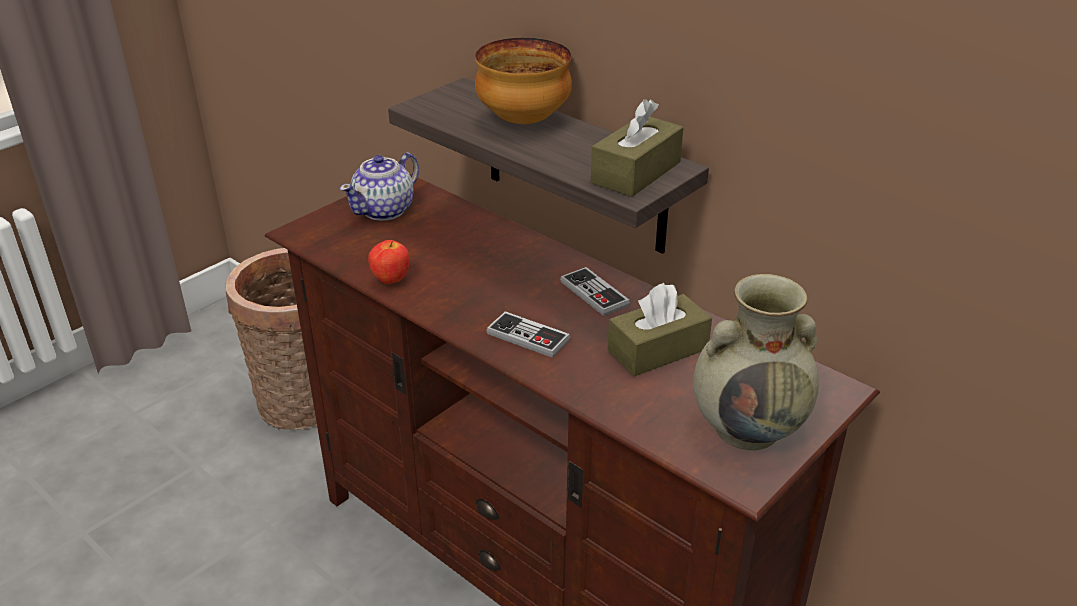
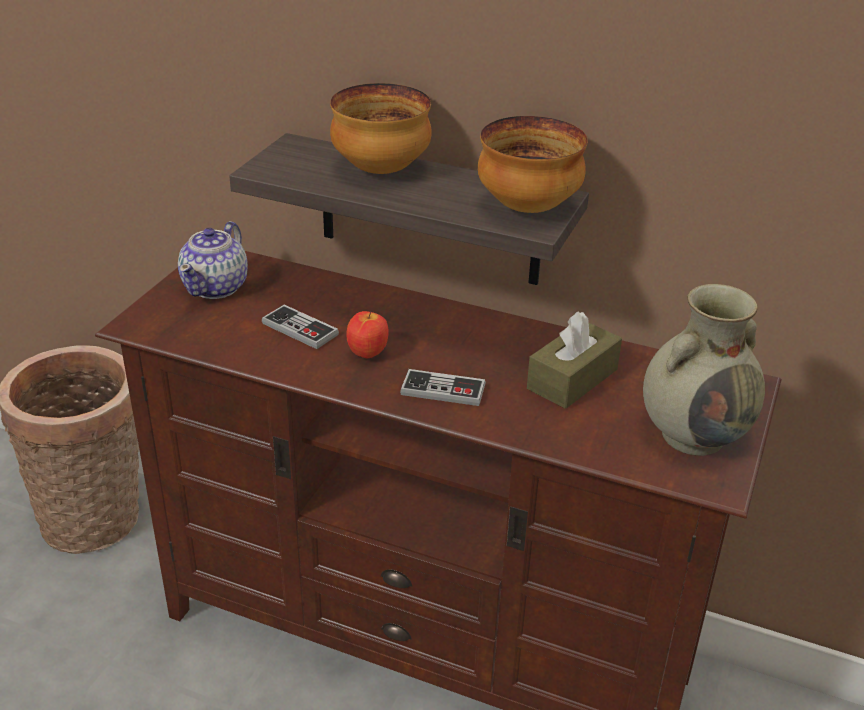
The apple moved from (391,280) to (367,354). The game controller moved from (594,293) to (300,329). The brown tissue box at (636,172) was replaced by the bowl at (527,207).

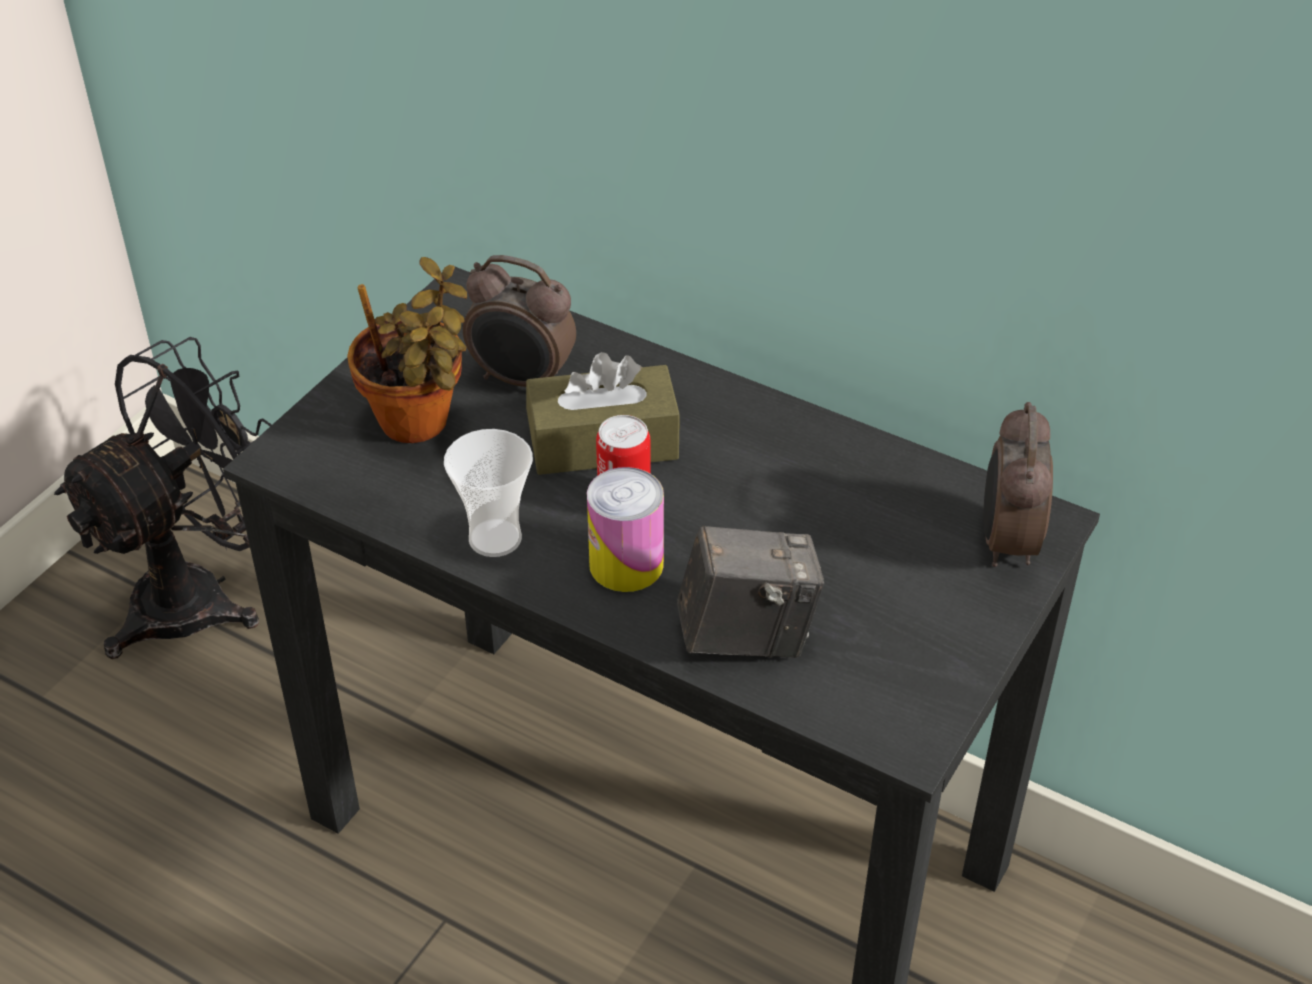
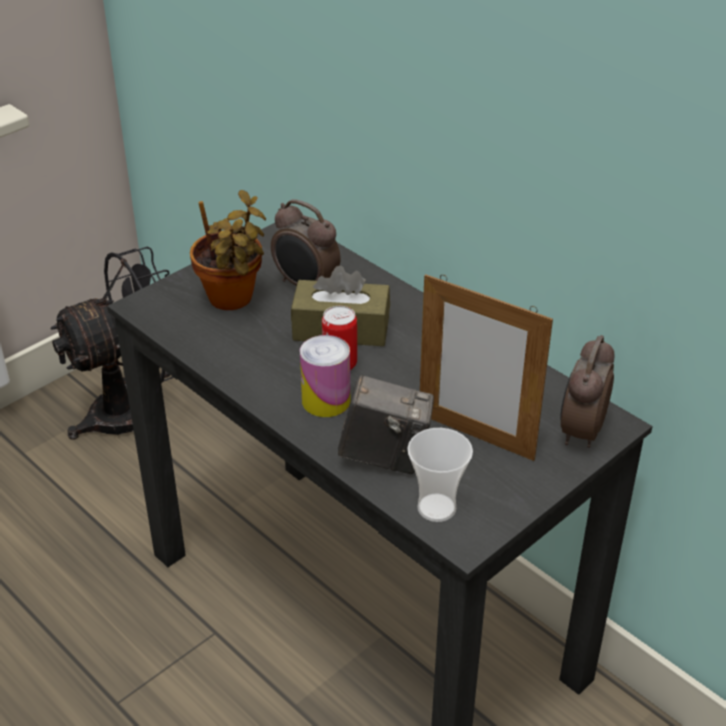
The cup moved from (495,538) to (436,508). The picture frame at (475,436) appeared.

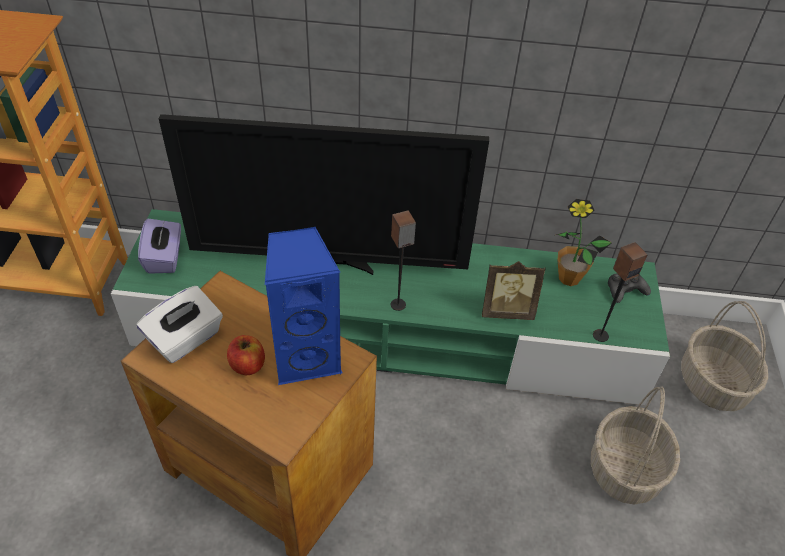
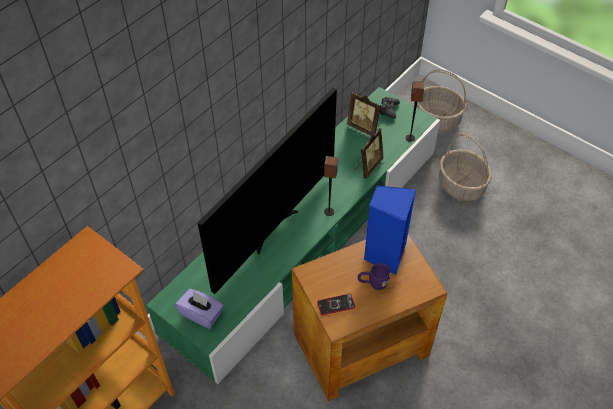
The white tissue box at (186,339) was replaced by the phone at (336,304). The apple at (247,365) was replaced by the purple mug at (373,283). The potted plant at (569,278) was replaced by the picture frame at (364,127).

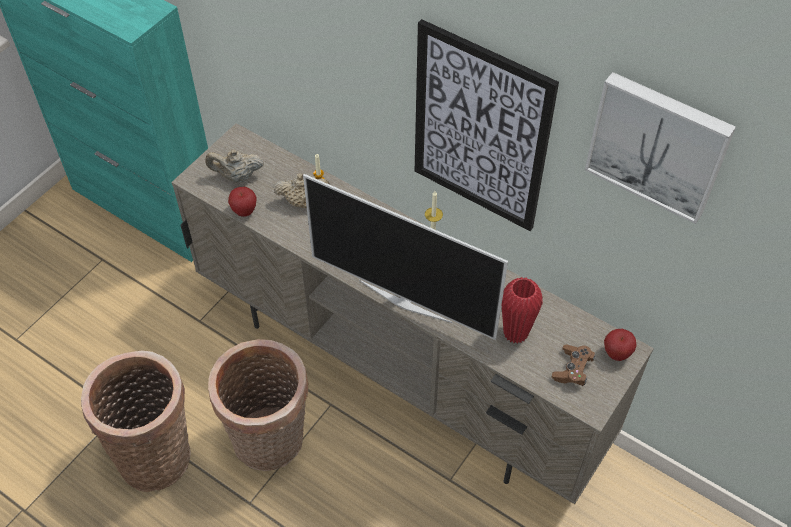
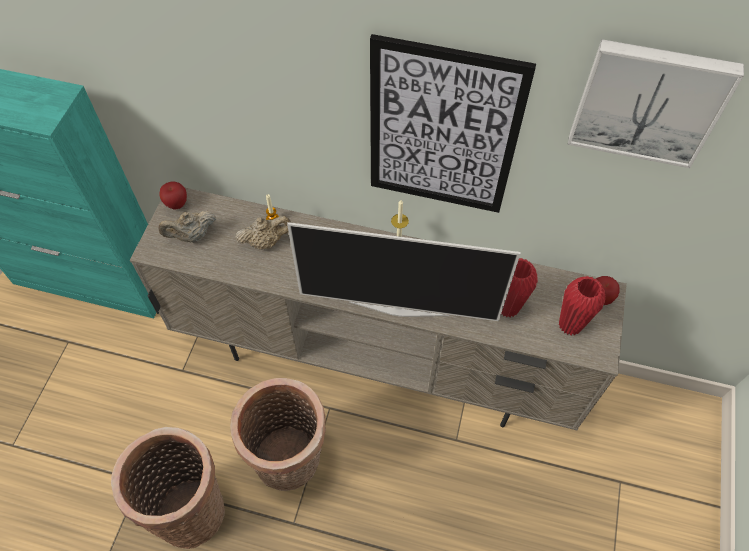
The apple moved from (244,211) to (177,204). The brown game controller at (572,369) was replaced by the red vase at (570,325).

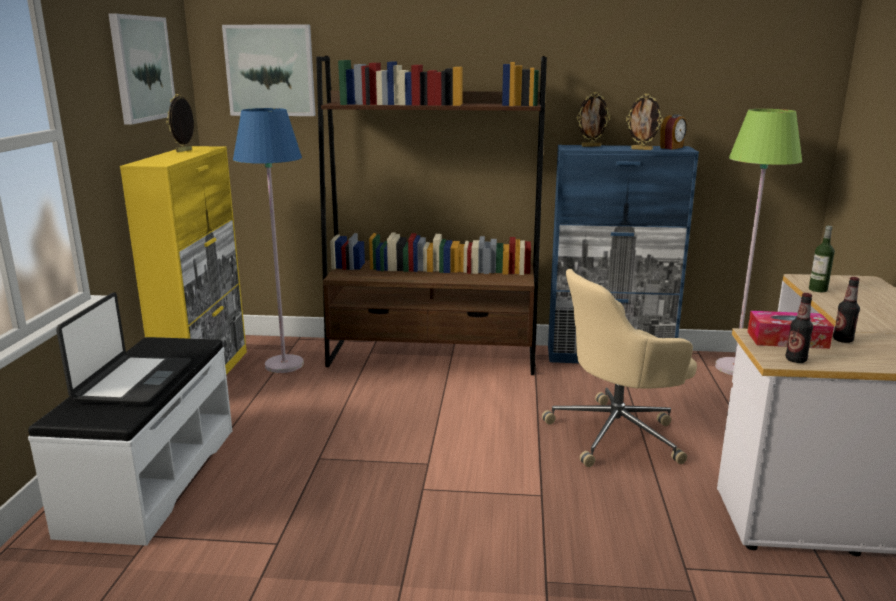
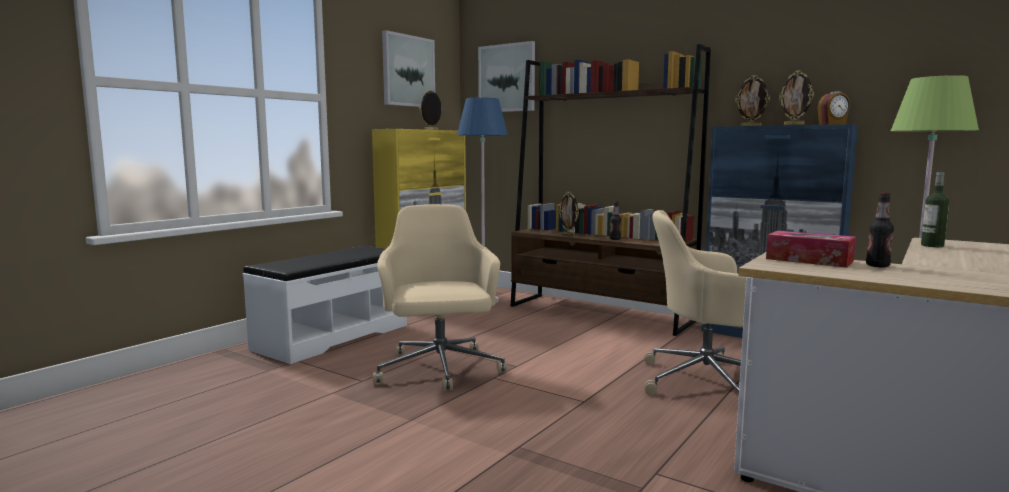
The laptop at (132,381) disappeared. The bottle moved from (795,360) to (615,239). The beige office chair at (439,370) appeared. The picture frame at (569,235) appeared.

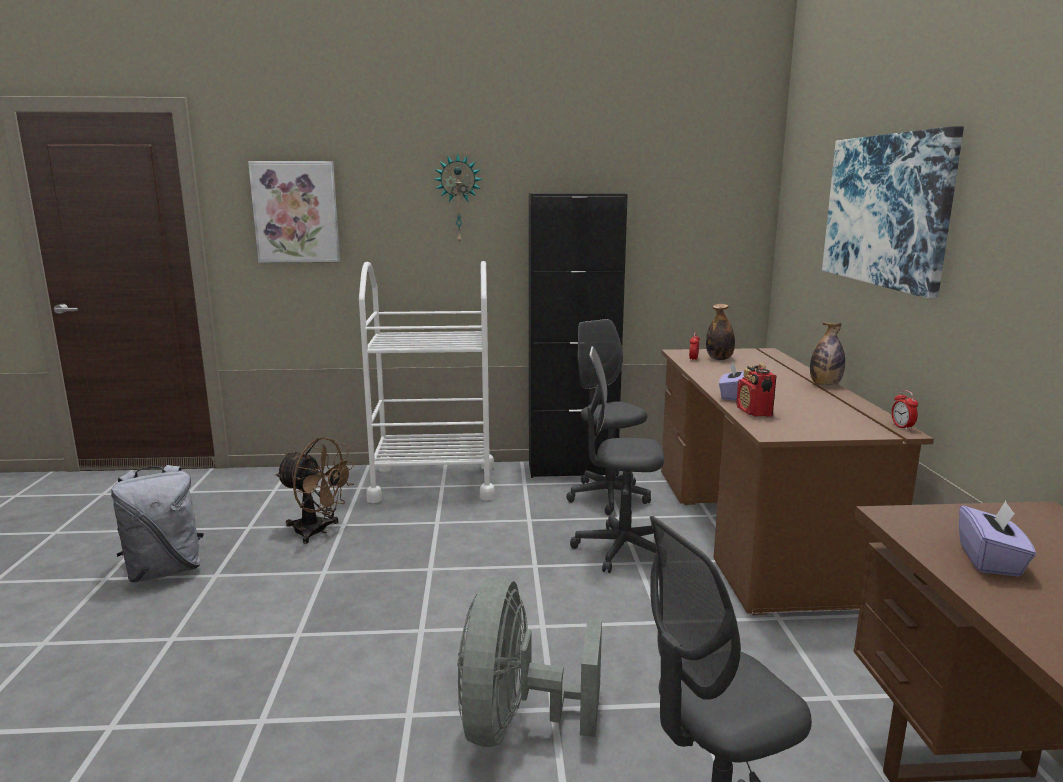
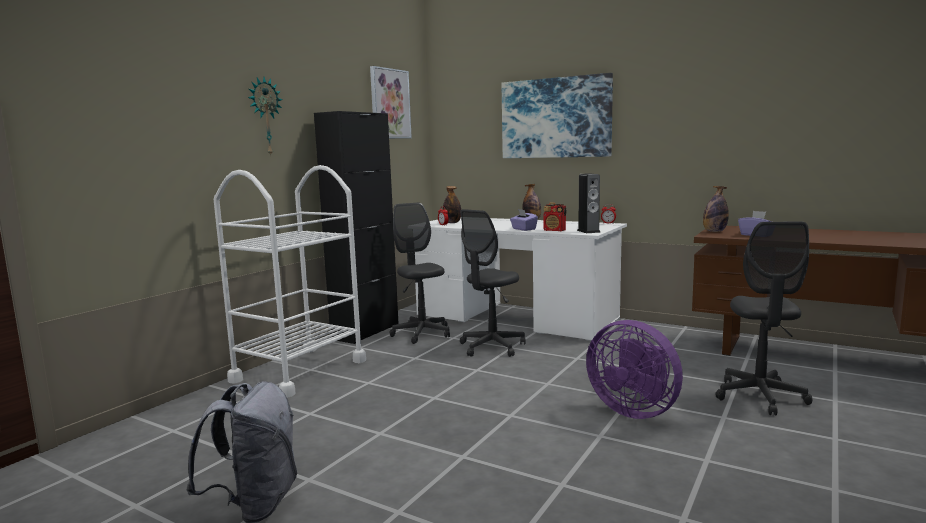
The picture moved from (296,212) to (389,104). The brown fan at (318,531) disappeared. The grey fan at (516,723) became the purple fan at (634,410). The grey office chair at (608,497) turned 60 degrees clockwise. The brown desk at (756,529) became the white desk at (515,318). The speaker at (588,231) appeared. The bottle at (714,231) appeared.

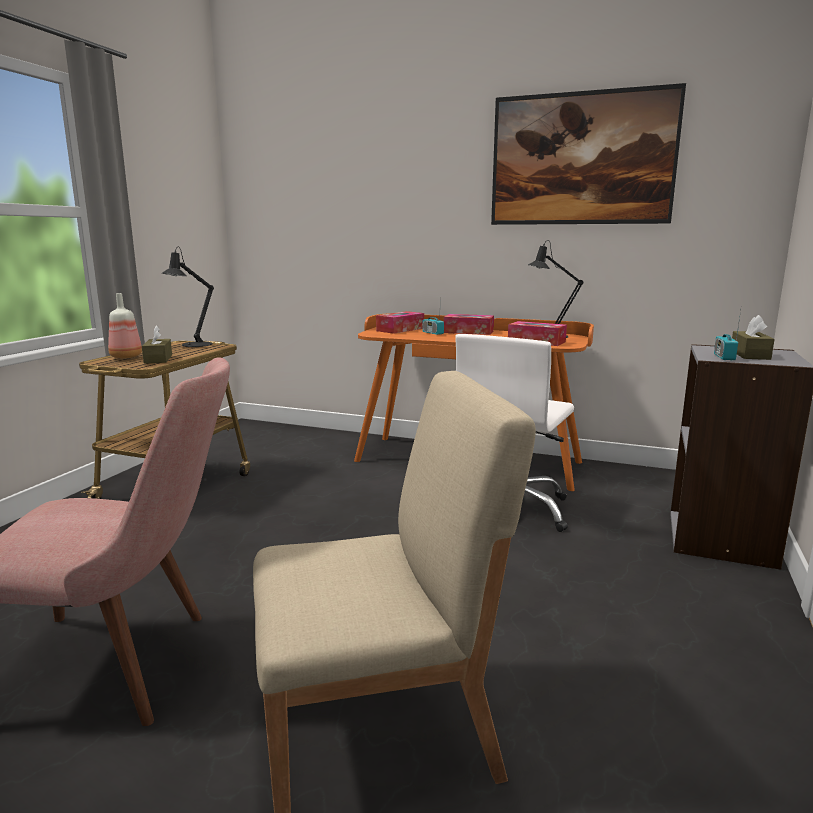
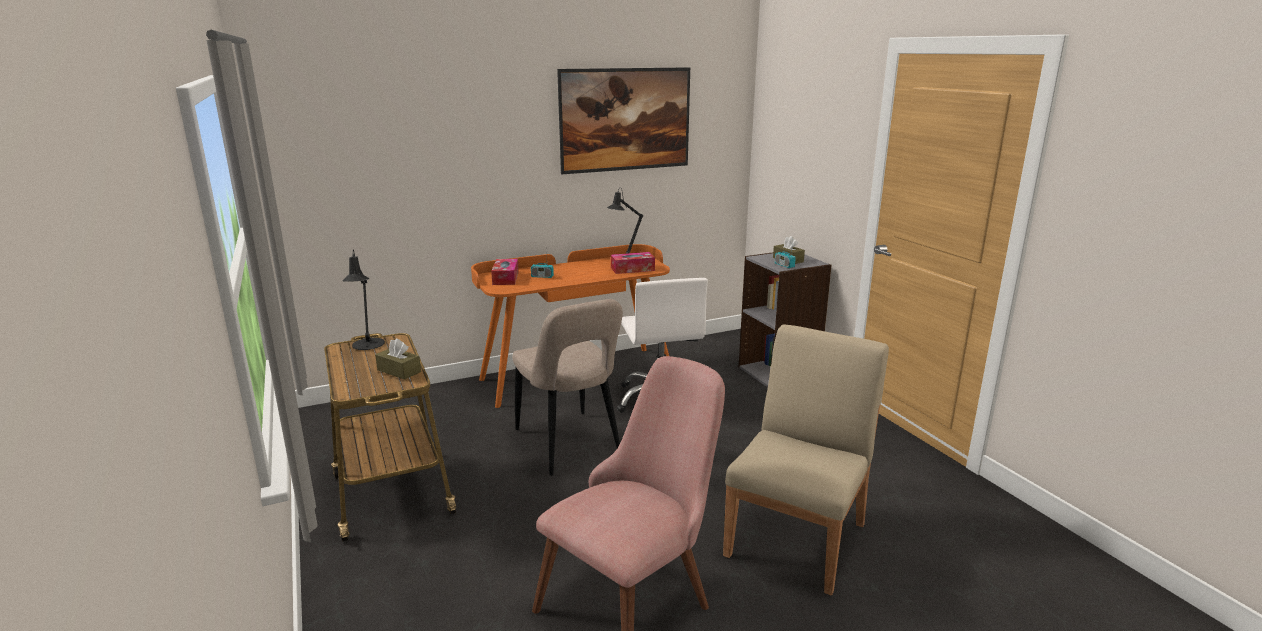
The bottle at (125,357) disappeared. The tissue box at (468,332) disappeared. The beige chair at (570,445) appeared.

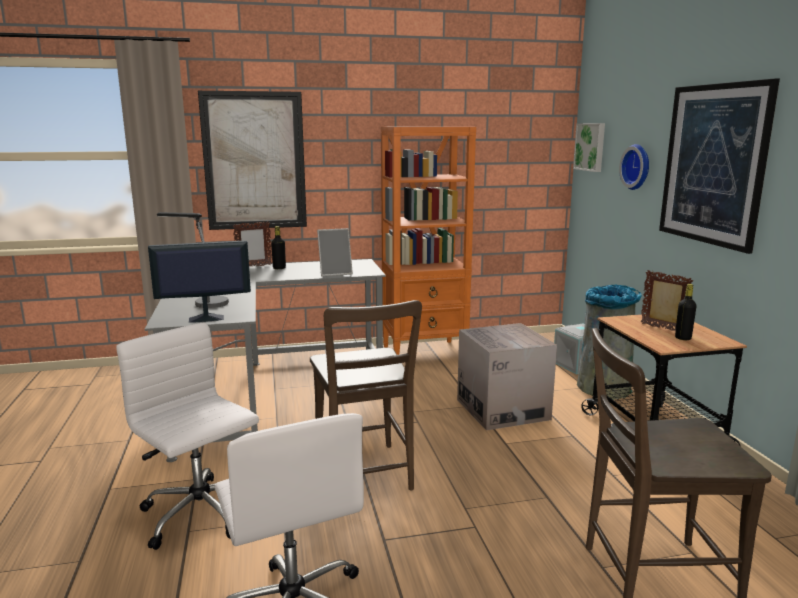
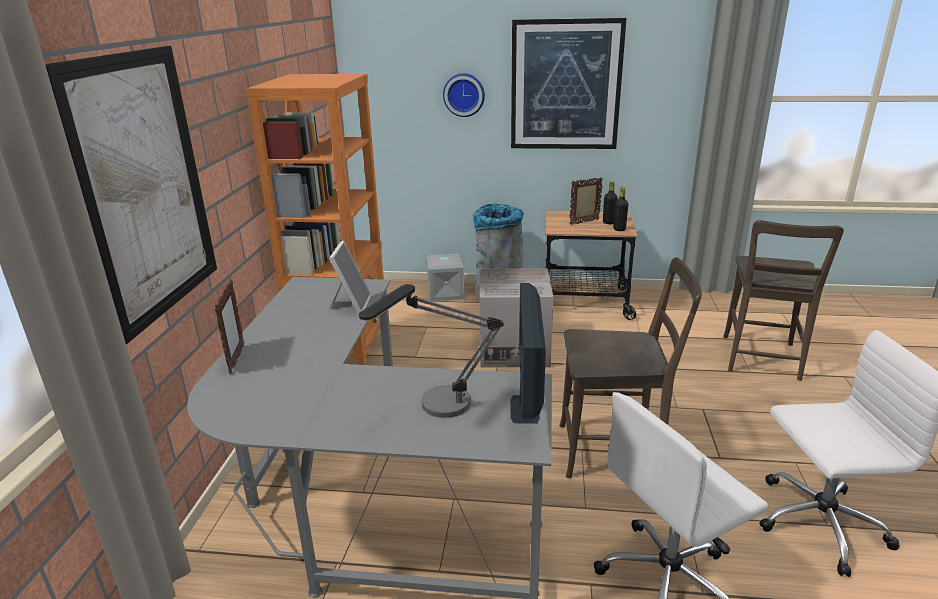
The black bottle moved from (279,268) to (619,229). The picture at (590,147) disappeared.

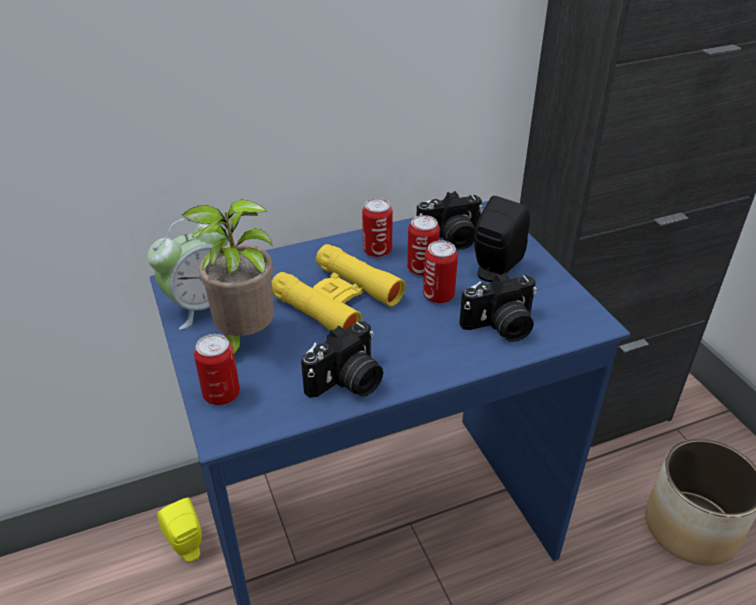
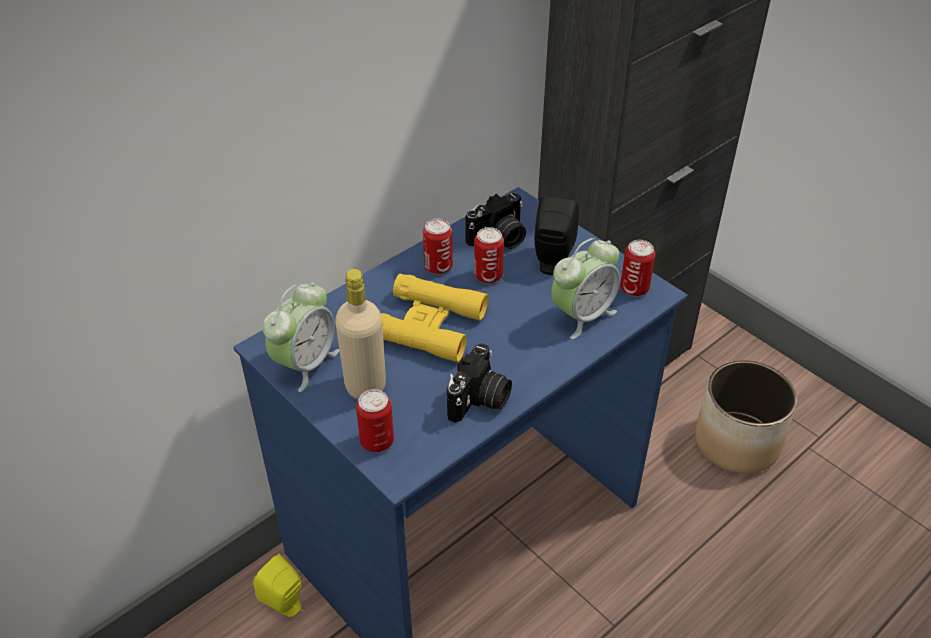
The potted plant at (243,339) was replaced by the beige bottle at (365,386). The can moved from (438,296) to (634,288). The photo camera at (500,327) was replaced by the alarm clock at (582,315).

